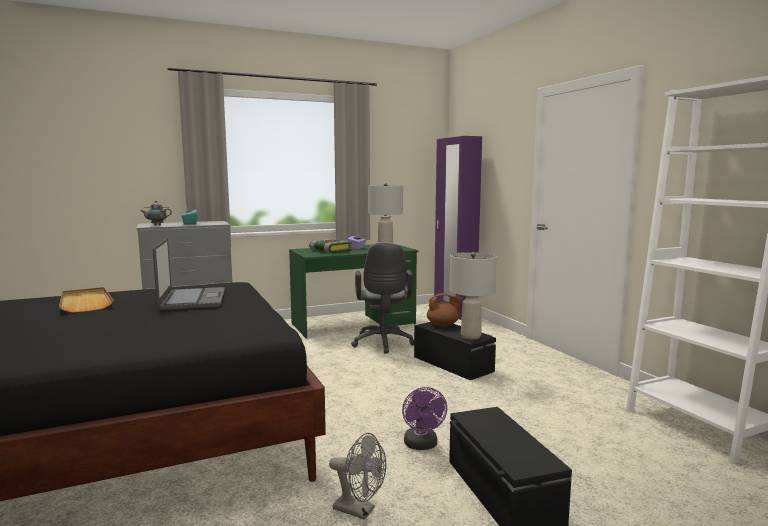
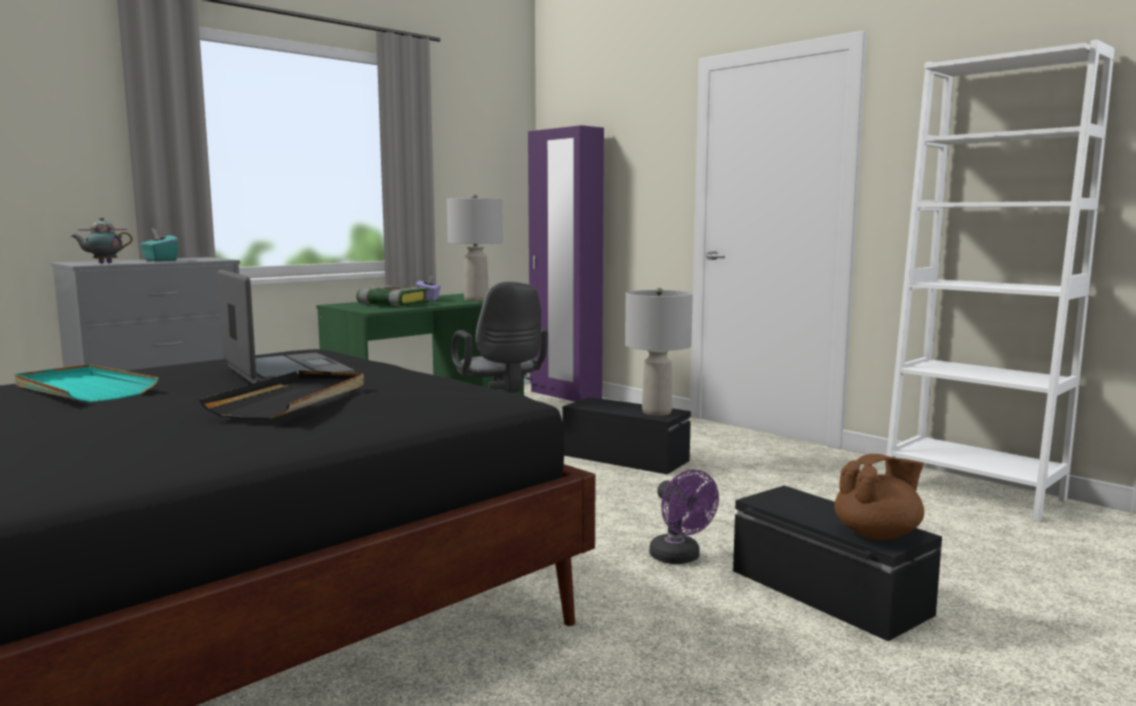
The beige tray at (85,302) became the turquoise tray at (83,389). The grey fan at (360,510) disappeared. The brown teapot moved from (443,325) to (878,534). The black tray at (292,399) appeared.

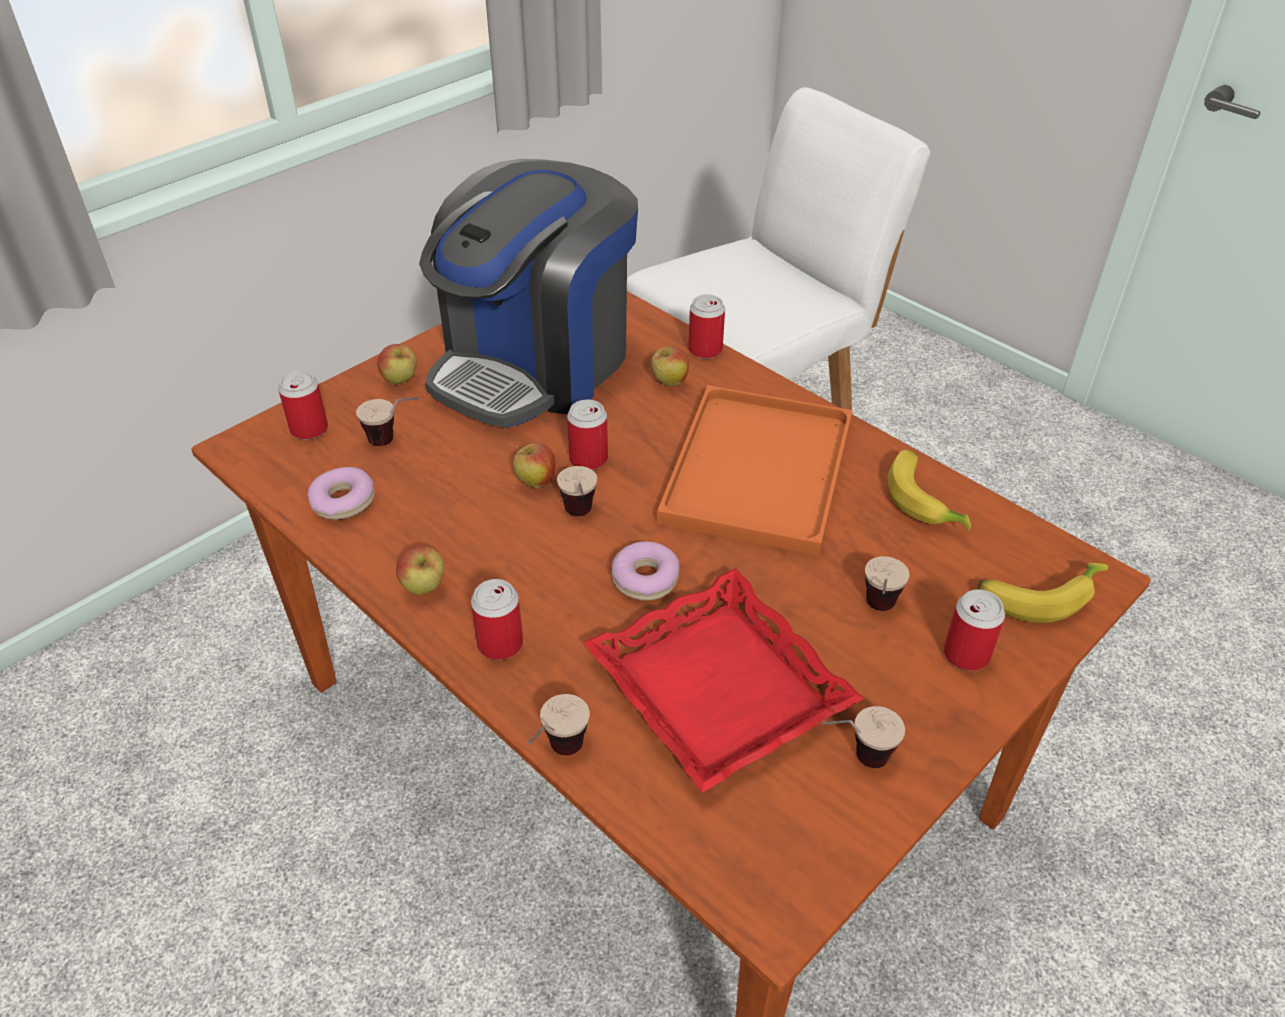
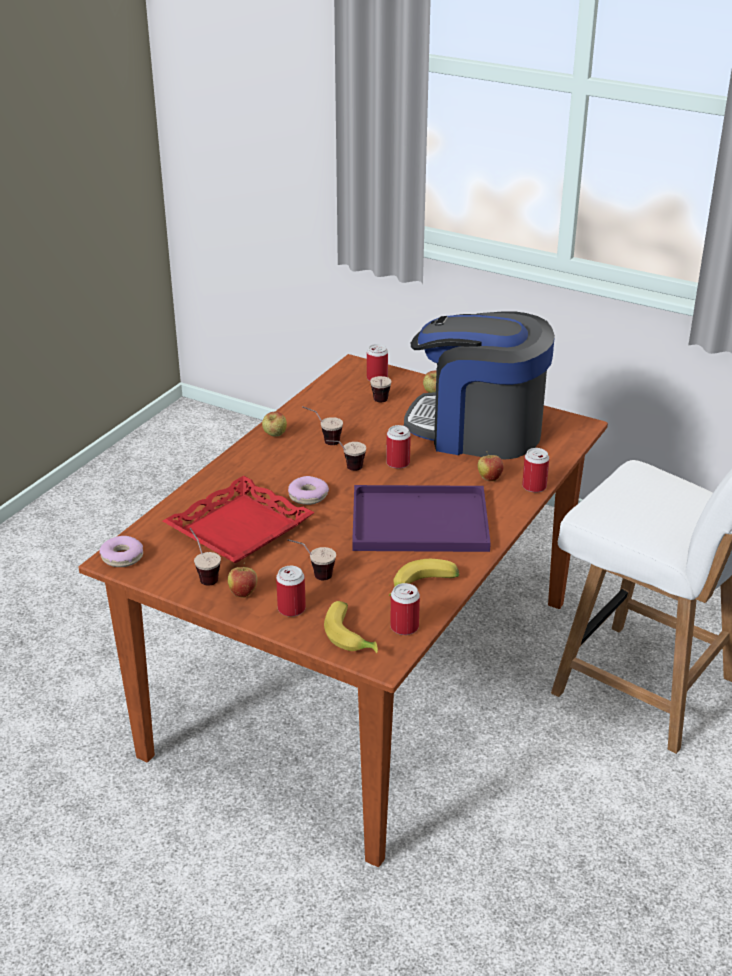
The donut moved from (343,501) to (122,557). The can moved from (500,644) to (404,627). The apple moved from (535,482) to (243,593). The cup moved from (556,757) to (323,441). The orange tray at (760,473) became the purple tray at (416,522).

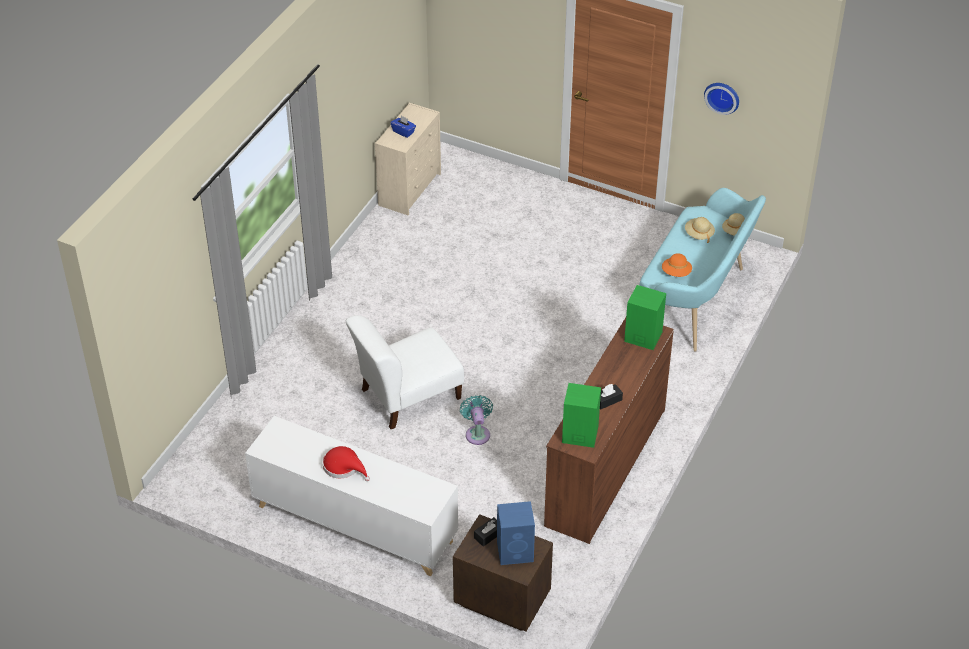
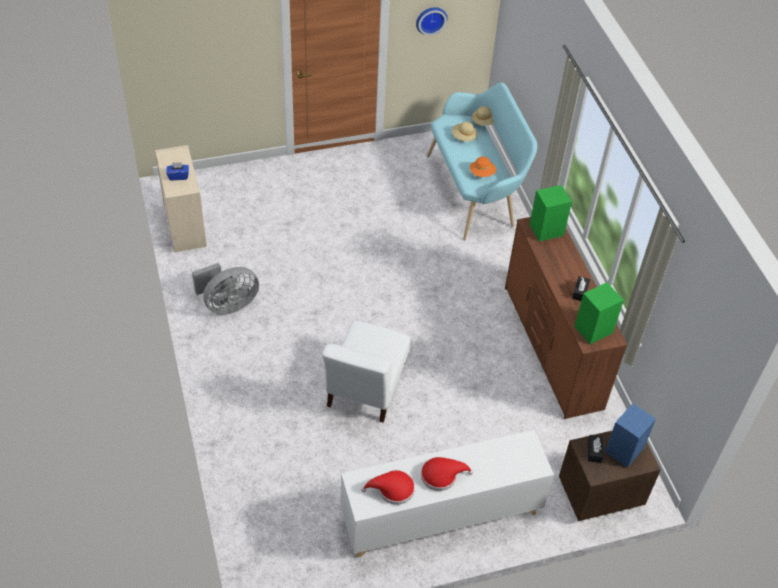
The turquoise fan at (477,433) disappeared. The grey fan at (228,304) appeared. The red hat at (392,490) appeared.

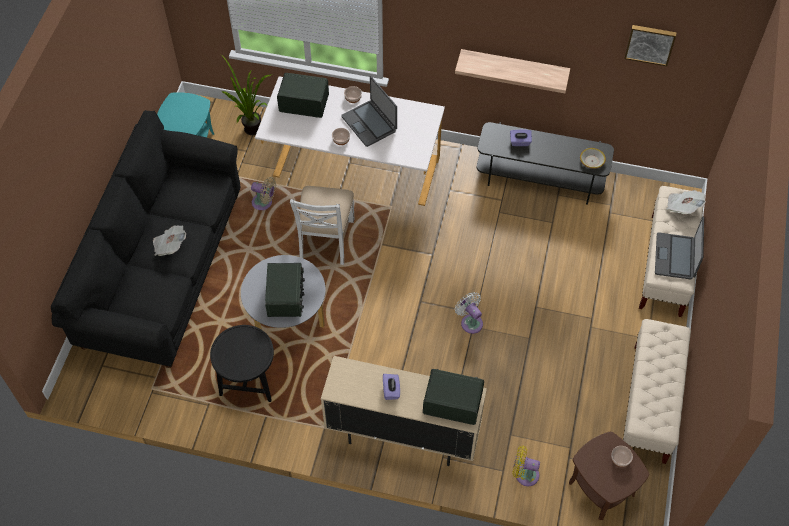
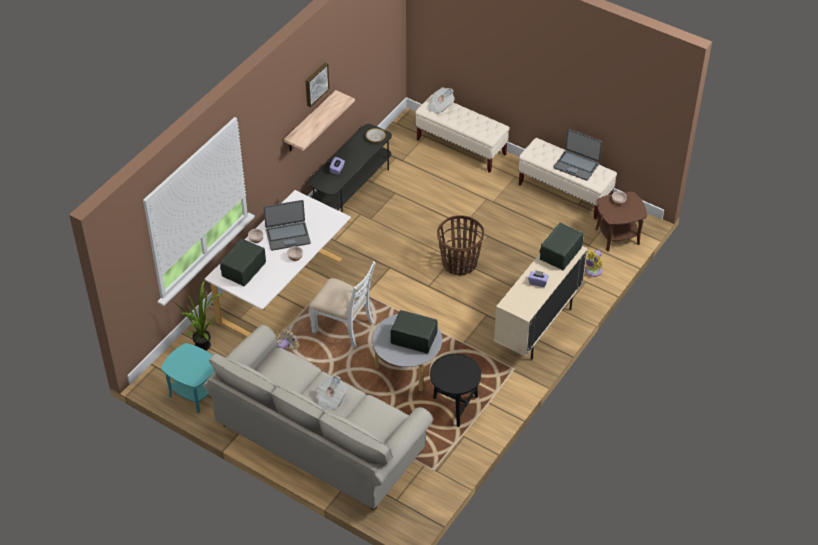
The black sofa at (163,270) became the beige sofa at (320,439). The white fan at (470,322) was replaced by the basket at (459,263). The picture moved from (650,44) to (316,84). The laptop moved from (675,257) to (576,165).

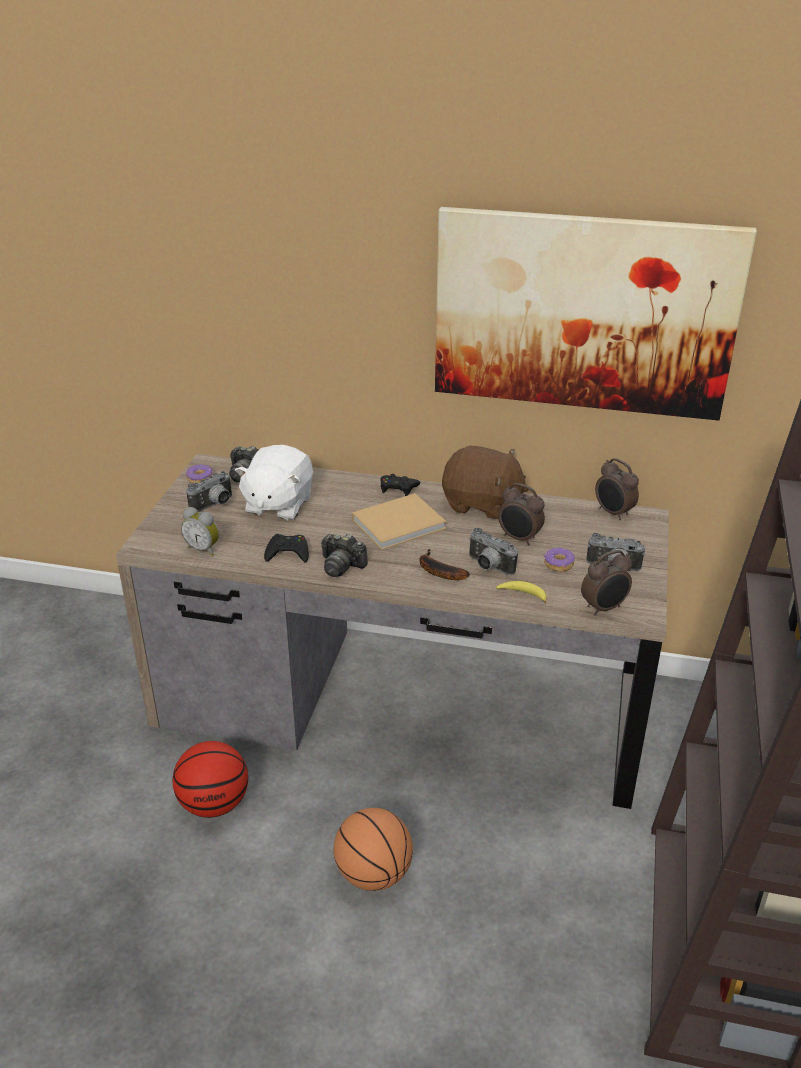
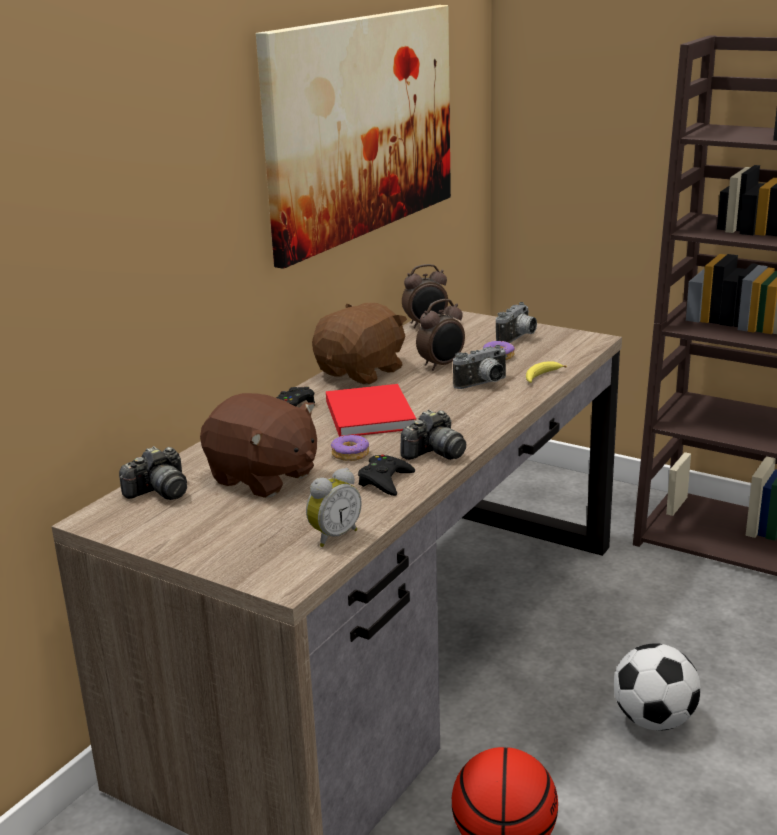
The donut moved from (200,479) to (350,454). The photo camera at (214,505) disappeared. The white plush toy at (278,505) became the brown plush toy at (263,477). The basketball at (373,874) was replaced by the football at (654,720). The beige book at (401,523) became the red book at (369,413). The banana at (437,571) disappeared. The alarm clock at (604,608) disappeared.

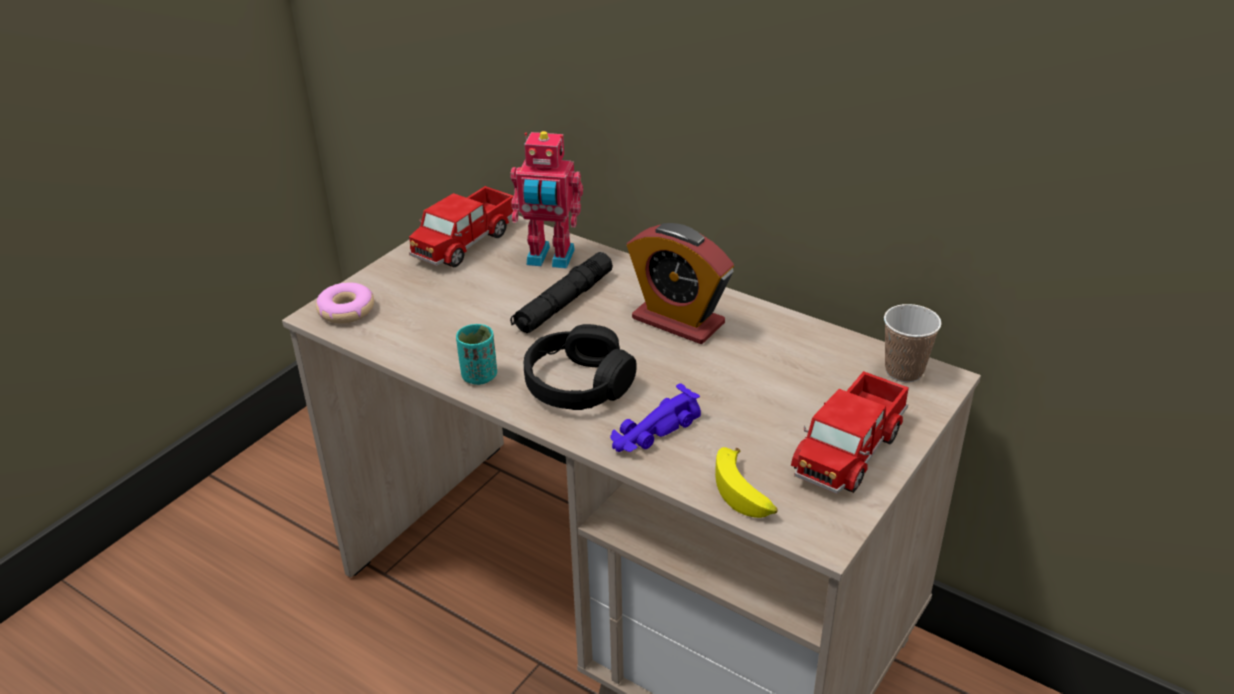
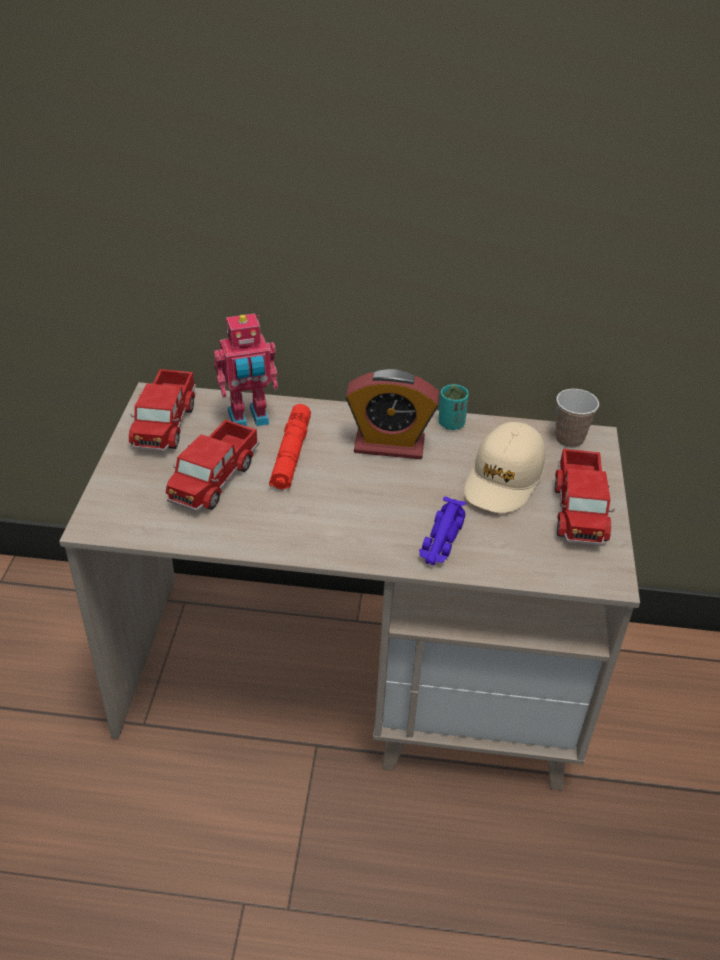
The donut at (346,310) disappeared. The turquoise cup moved from (479,376) to (451,423). The black flashlight at (563,303) became the red flashlight at (291,454). The black headphones at (578,384) disappeared. The banana at (744,493) disappeared. The toy truck at (214,478) appeared. The beige cap at (504,479) appeared.

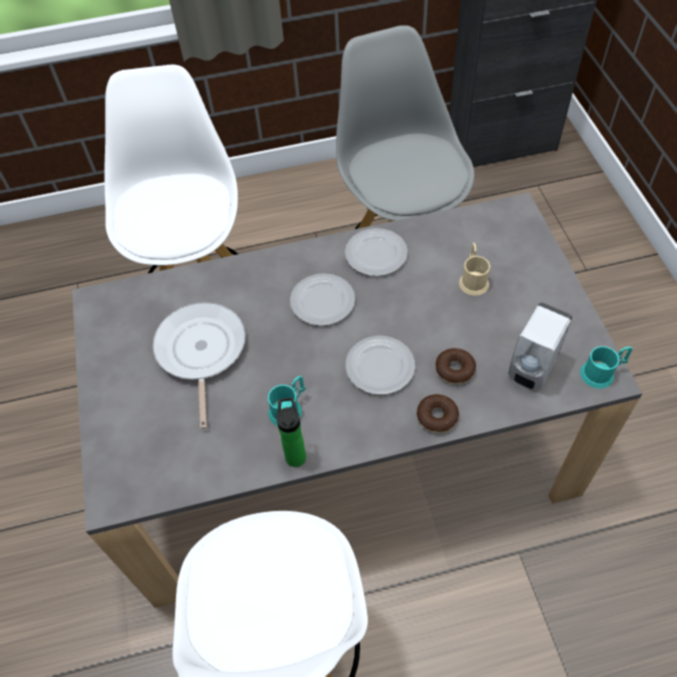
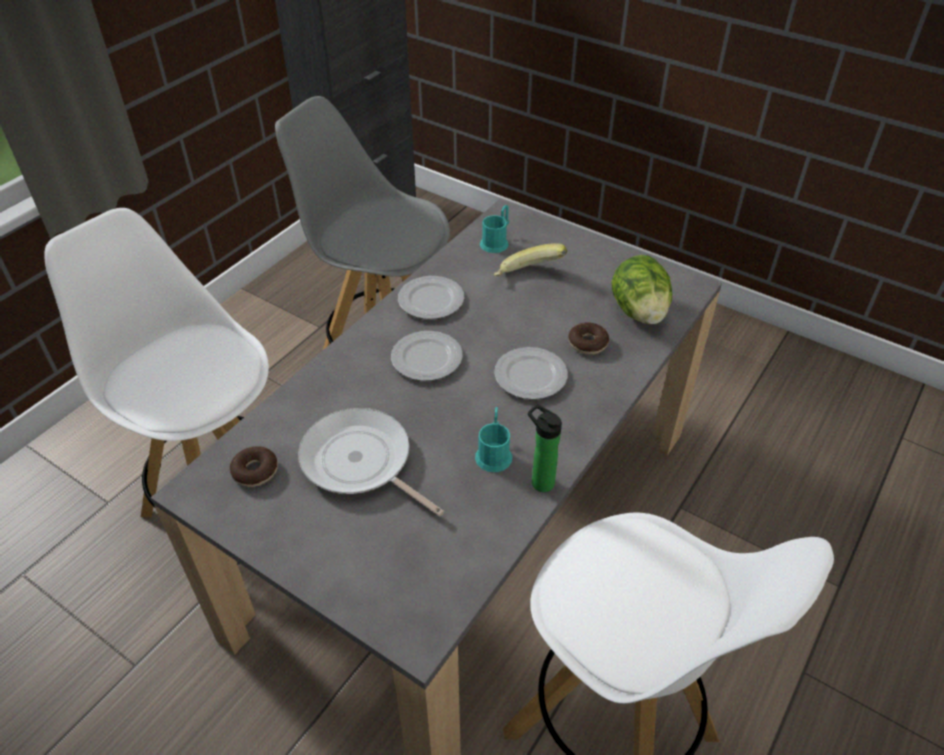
The donut moved from (437,417) to (255,471). The beige mug at (473,279) was replaced by the banana at (528,277). The white soap dispenser at (531,370) was replaced by the lettuce at (639,312). The turquoise mug moved from (602,373) to (496,242).

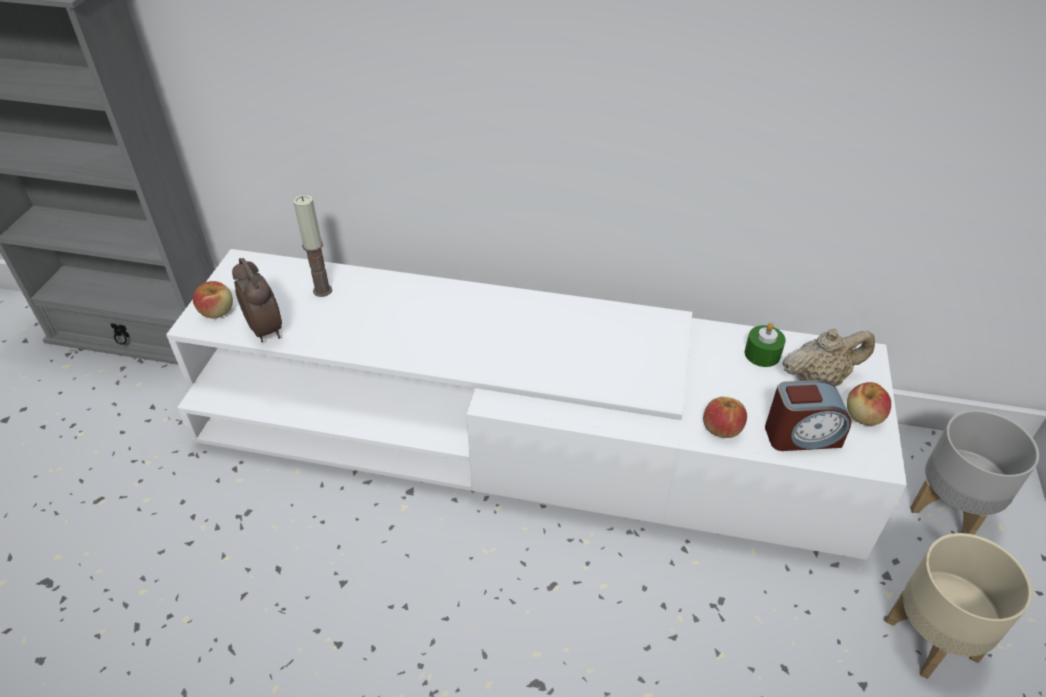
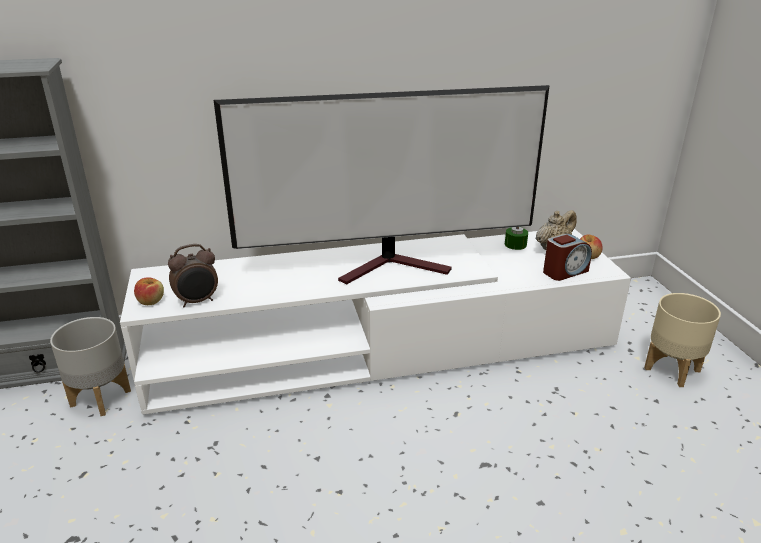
The alarm clock at (266,329) turned 120 degrees clockwise. The candle at (322,290) disappeared. The apple at (721,428) disappeared. The grey planter moved from (951,511) to (101,398). The television at (395,266) appeared.

